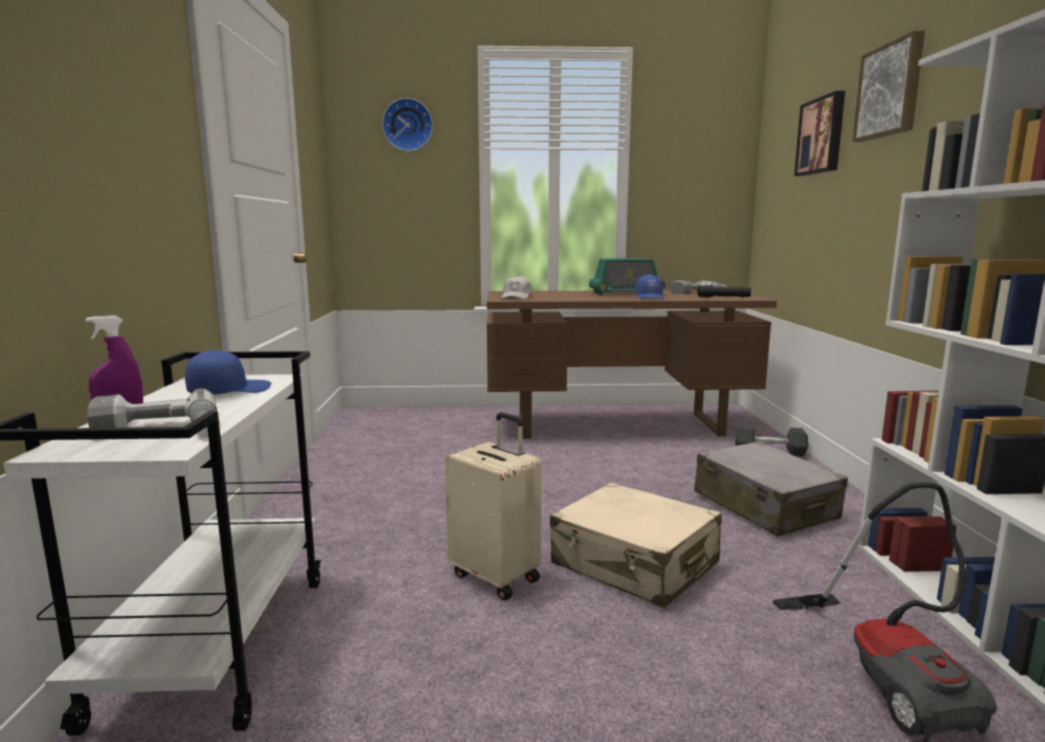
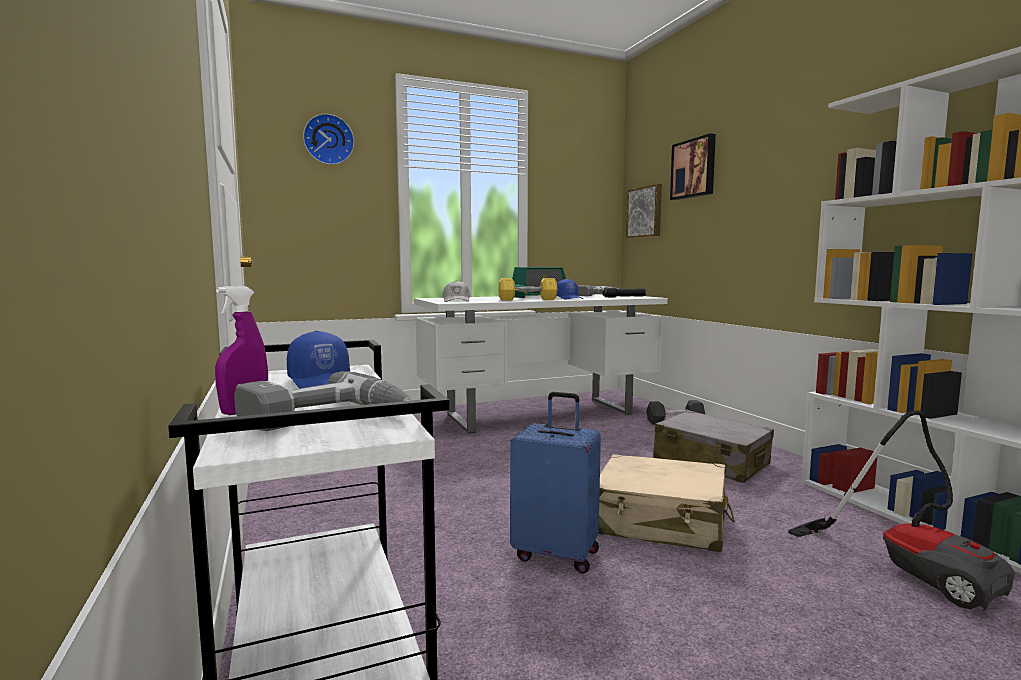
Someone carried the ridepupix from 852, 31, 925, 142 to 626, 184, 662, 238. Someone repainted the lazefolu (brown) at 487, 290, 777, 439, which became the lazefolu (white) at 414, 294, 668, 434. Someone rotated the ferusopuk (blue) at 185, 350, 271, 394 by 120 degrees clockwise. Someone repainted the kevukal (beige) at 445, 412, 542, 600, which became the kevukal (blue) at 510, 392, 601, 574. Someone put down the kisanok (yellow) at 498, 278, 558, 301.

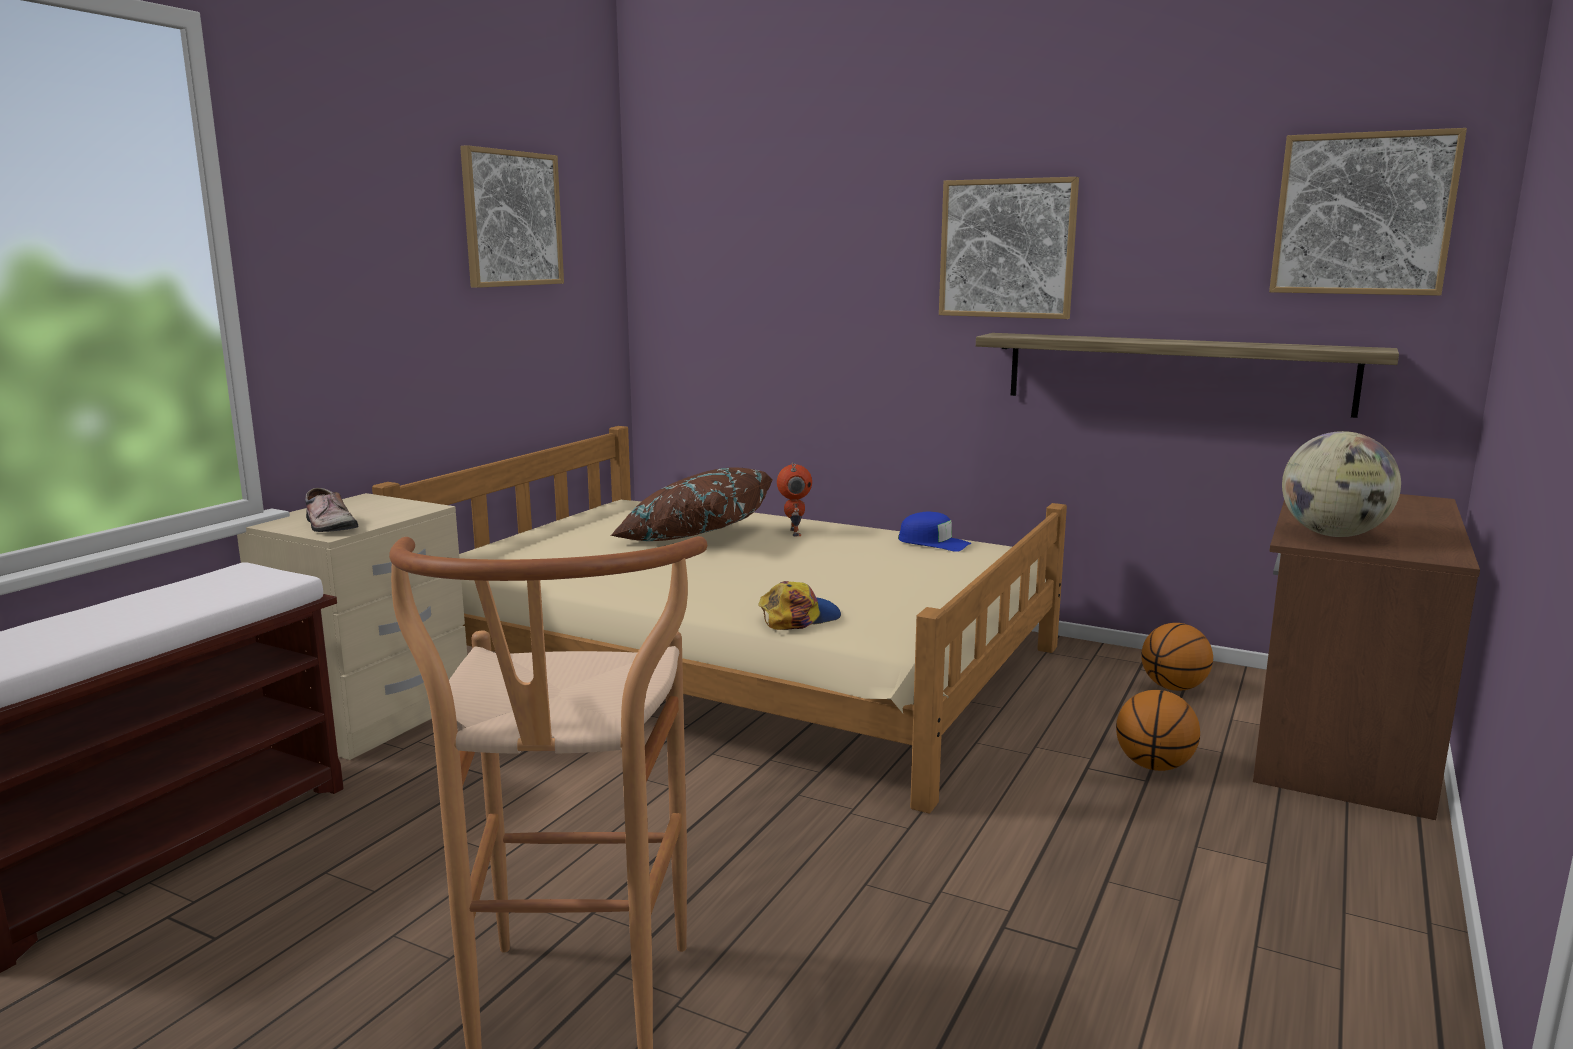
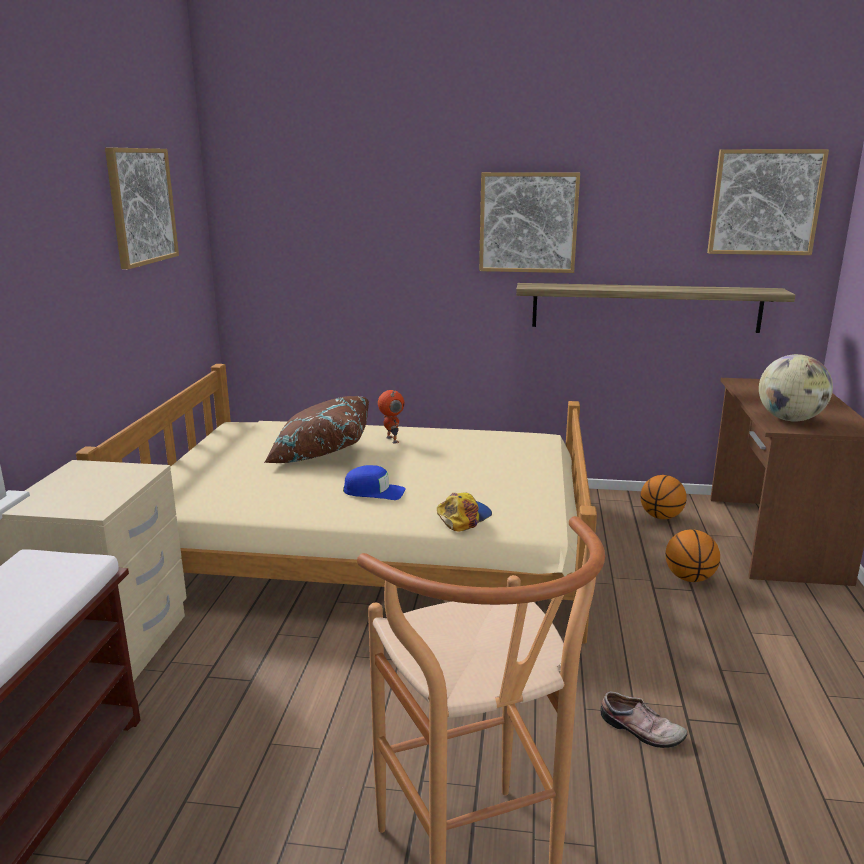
Someone carried the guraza from 305, 488, 358, 532 to 600, 692, 687, 748. Someone carried the ferusopuk (blue) from 898, 512, 972, 552 to 343, 465, 406, 500.

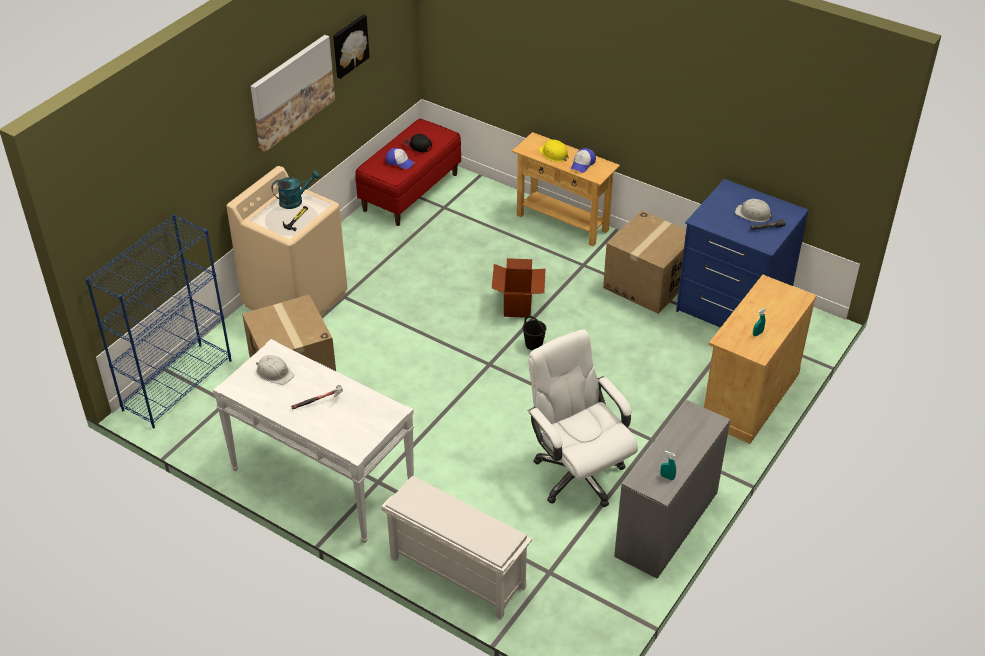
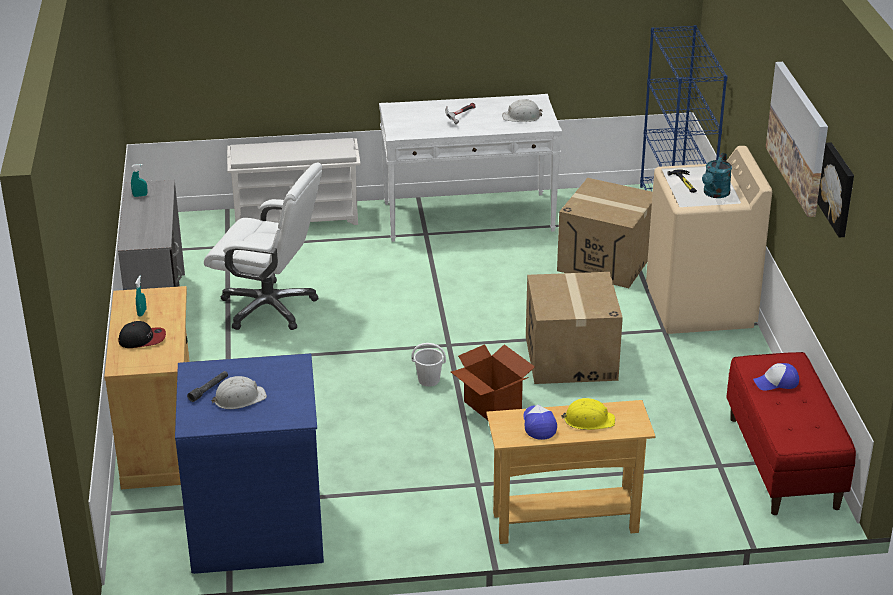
Someone carried the ferusopuk from 402, 134, 432, 153 to 118, 321, 166, 348. Someone carried the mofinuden from 603, 210, 686, 314 to 526, 272, 623, 384. Someone repainted the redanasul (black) at 523, 316, 546, 350, which became the redanasul (white) at 412, 343, 446, 387.

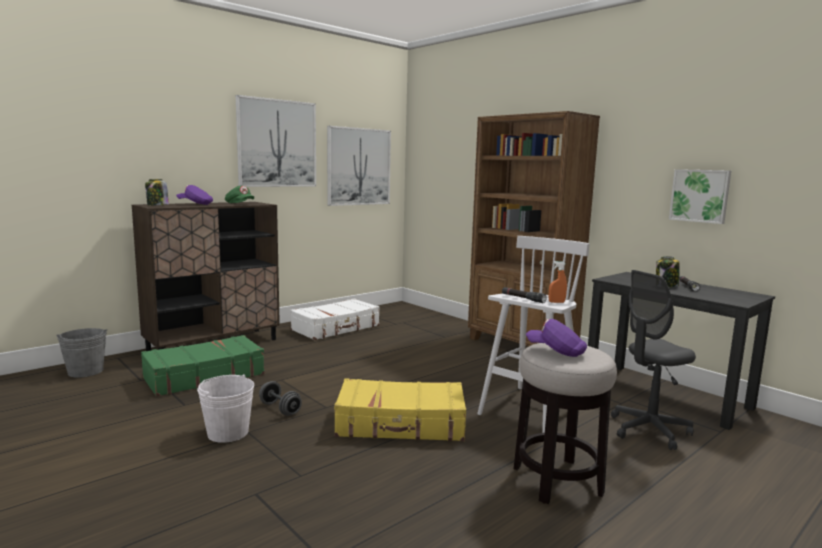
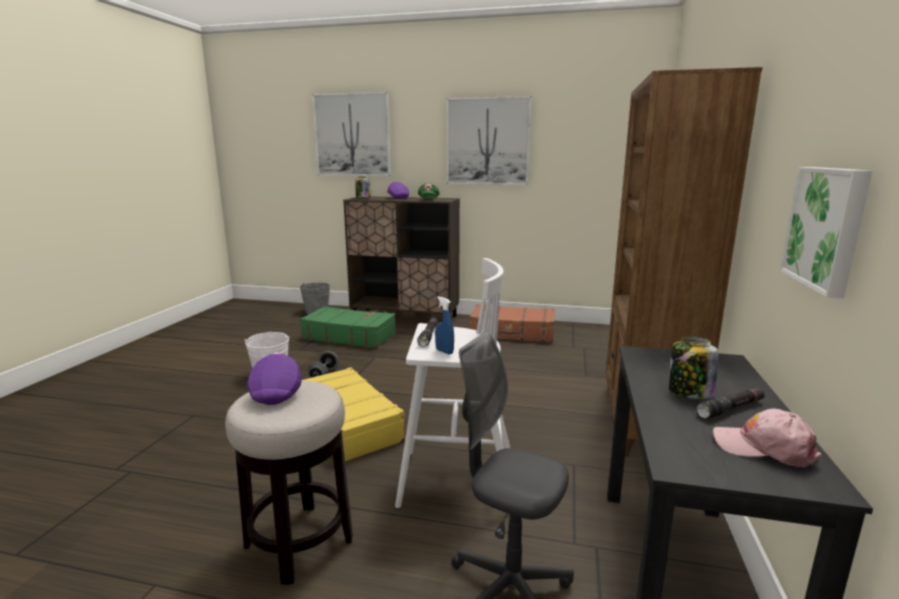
Someone carried the ridepupix from 327, 126, 391, 206 to 312, 92, 391, 176. Someone repainted the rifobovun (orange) at 549, 261, 567, 303, which became the rifobovun (blue) at 435, 296, 454, 355. Someone repainted the kevukal (white) at 290, 299, 380, 340, which became the kevukal (brown) at 469, 304, 555, 343. Someone put down the ferusopuk (pink) at 713, 409, 821, 467.

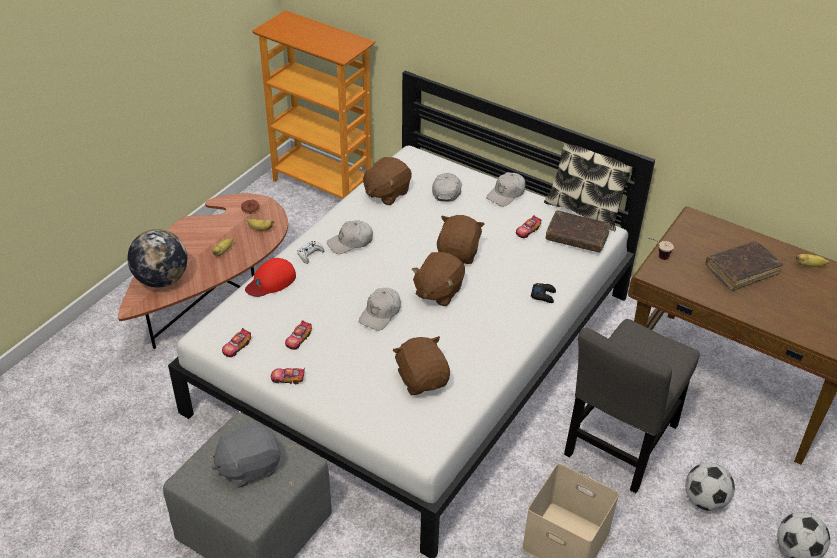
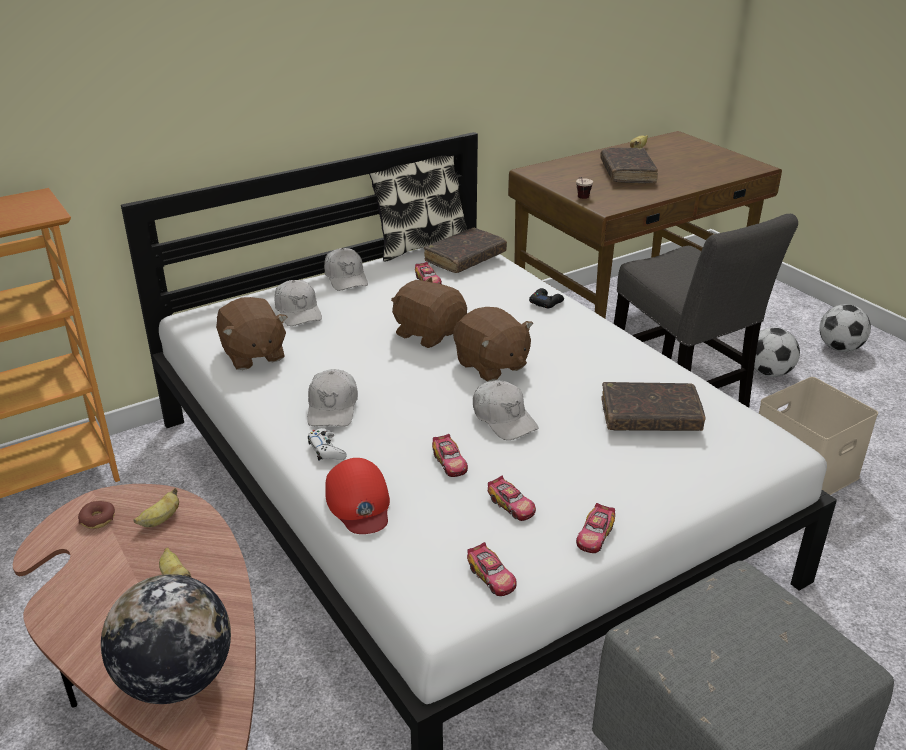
Someone rotated the ferusopuk (white) at 432, 173, 462, 202 by 150 degrees counterclockwise. Someone swapped the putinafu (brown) at 393, 336, 450, 395 for the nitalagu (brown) at 601, 382, 706, 431. Someone took away the putinafu (grey) at 212, 422, 281, 488. Someone put down the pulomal at 432, 434, 468, 477.

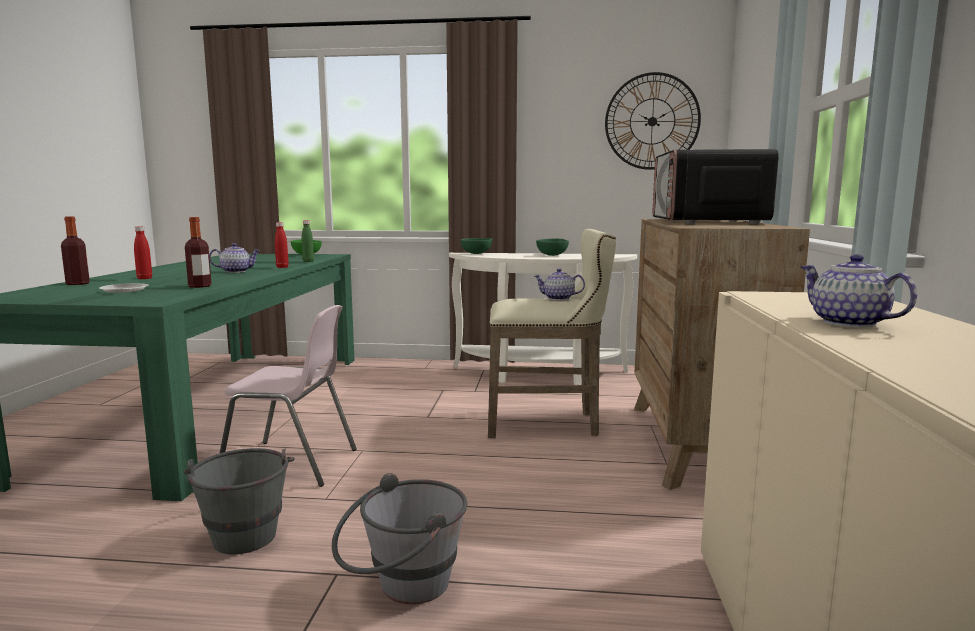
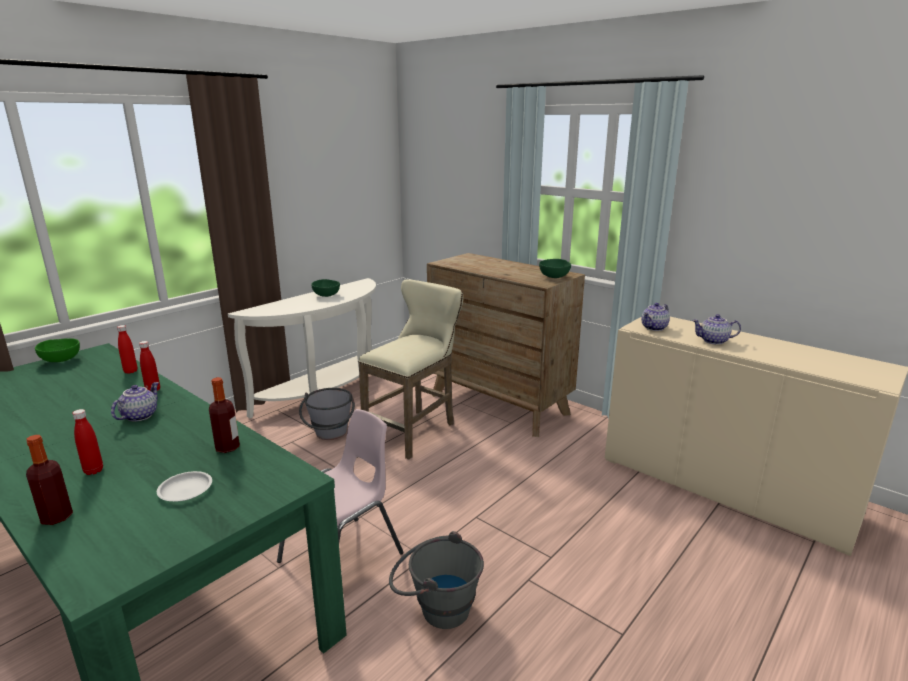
Someone took away the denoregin at 605, 72, 701, 170. Someone took away the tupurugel at 653, 149, 779, 224. Someone repainted the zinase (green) at 301, 220, 314, 262, which became the zinase (red) at 117, 325, 137, 374. Someone carried the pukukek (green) from 461, 238, 492, 254 to 539, 259, 571, 278. Someone carried the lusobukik from 535, 268, 585, 300 to 641, 303, 670, 331. Someone carried the redanasul (grey) from 332, 473, 468, 604 to 299, 388, 355, 440.

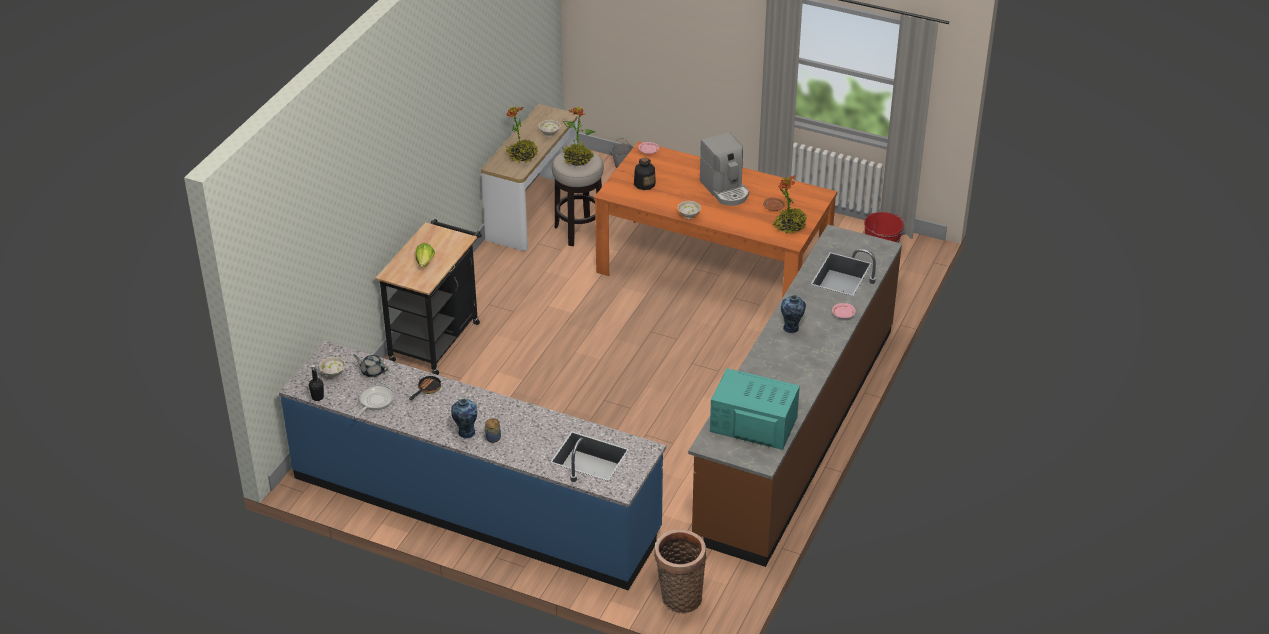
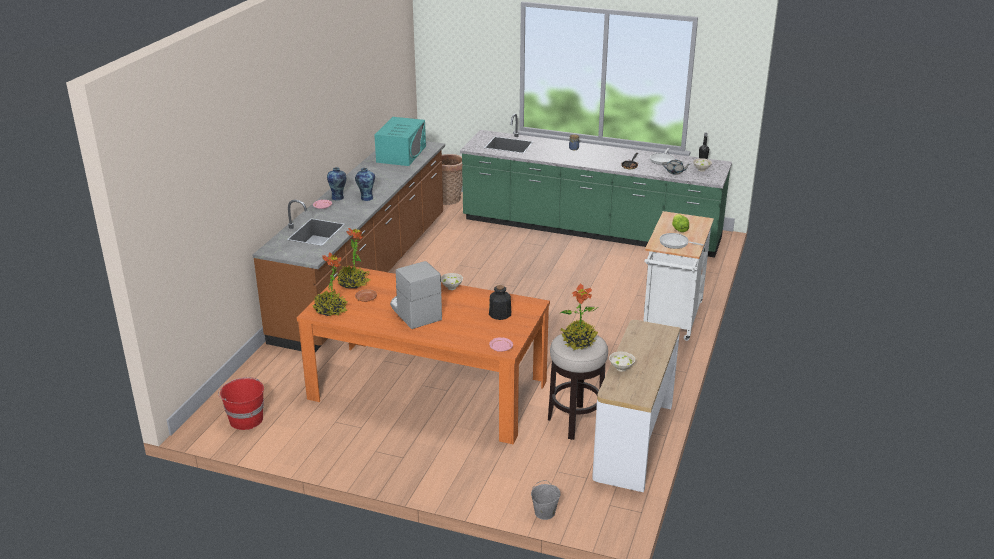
Someone carried the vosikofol from 506, 107, 538, 163 to 313, 253, 348, 316. Someone repainted the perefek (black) at 376, 219, 482, 375, which became the perefek (white) at 643, 211, 714, 341. Someone repainted the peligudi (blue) at 279, 340, 666, 590, which became the peligudi (green) at 460, 113, 732, 258. Someone rotated the tupurugel (turquoise) at 710, 368, 800, 450 by 90 degrees counterclockwise. Someone carried the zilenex from 451, 399, 477, 438 to 327, 167, 346, 201. Someone put down the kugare at 660, 233, 704, 249.

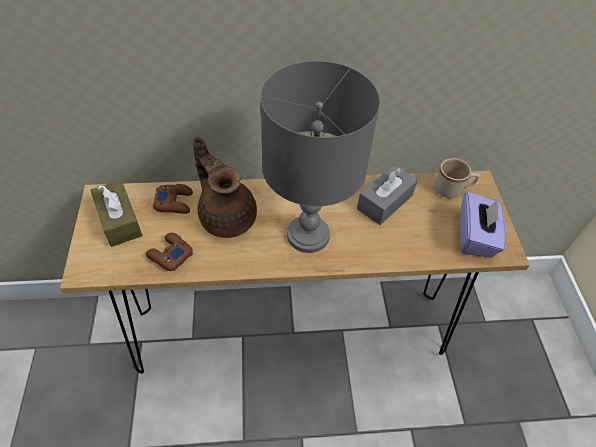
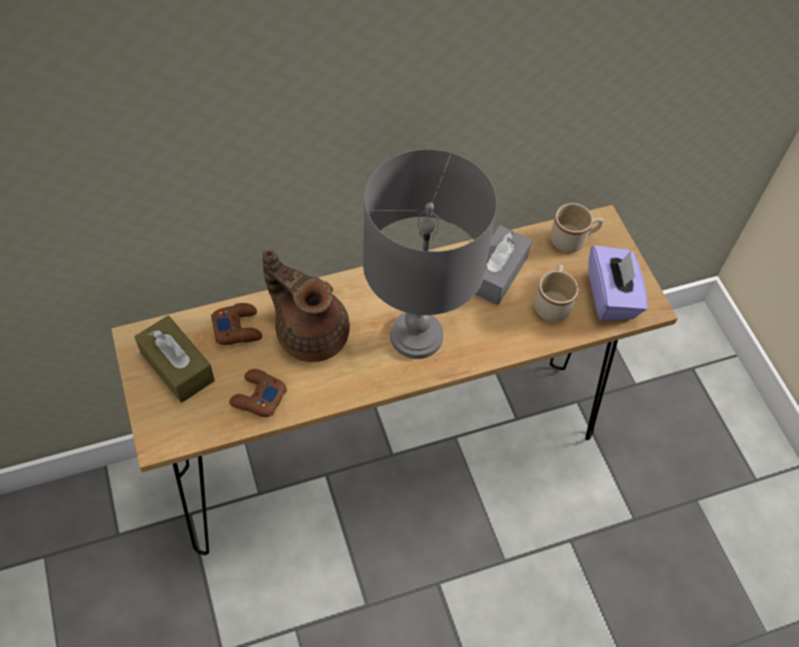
Someone put down the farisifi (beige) at 535, 265, 579, 322.

